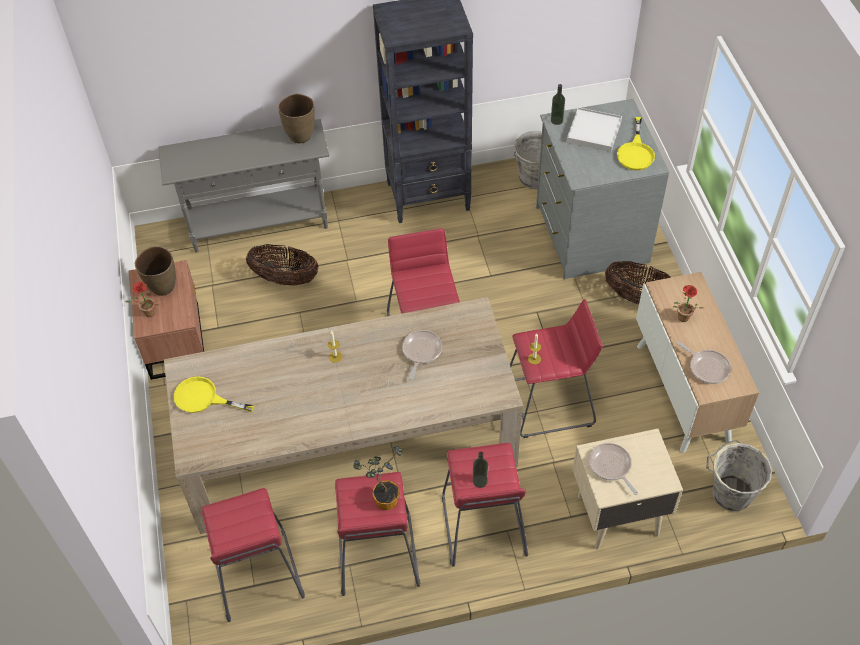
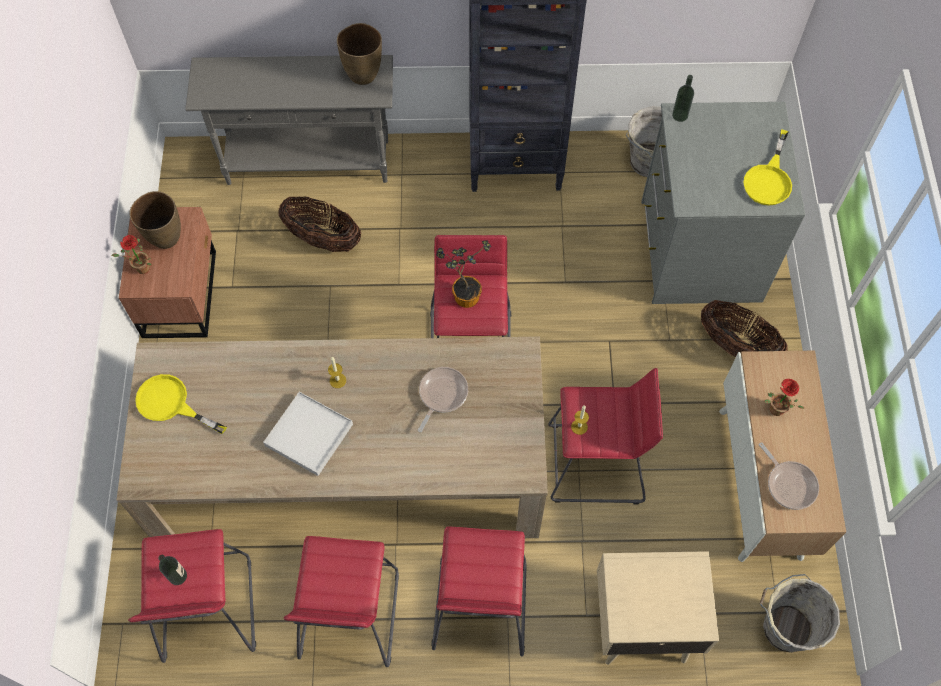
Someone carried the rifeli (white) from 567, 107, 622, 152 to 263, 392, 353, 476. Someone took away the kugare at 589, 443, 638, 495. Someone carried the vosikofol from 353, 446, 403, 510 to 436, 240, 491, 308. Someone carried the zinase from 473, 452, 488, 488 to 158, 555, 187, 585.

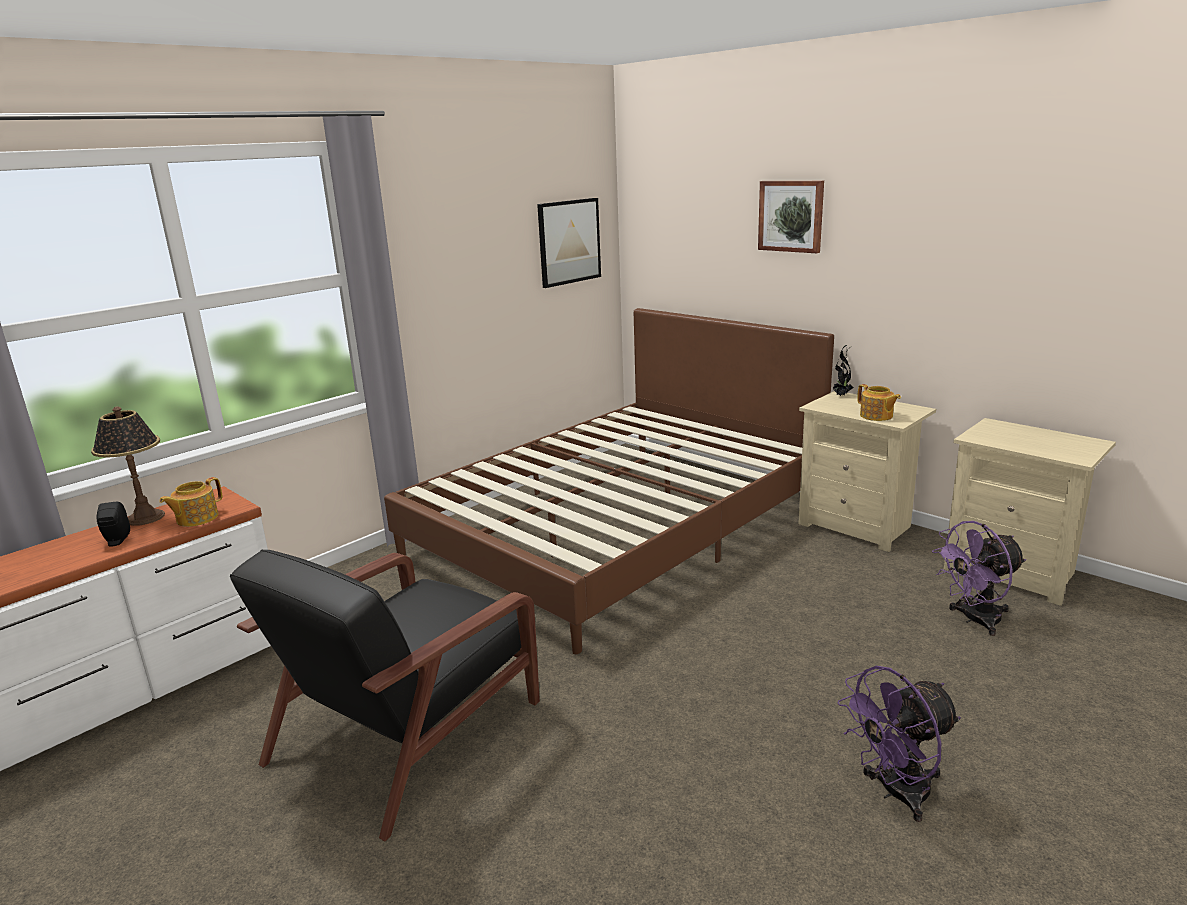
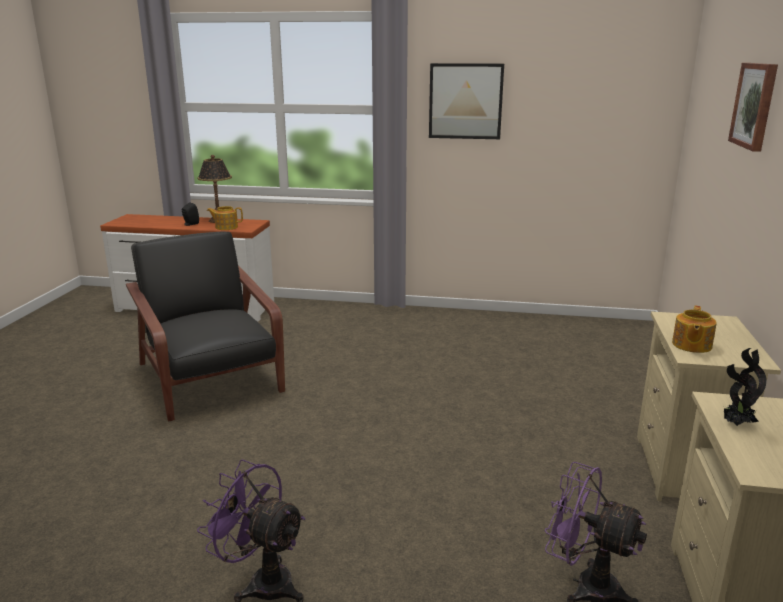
Someone carried the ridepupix from 537, 198, 601, 288 to 429, 63, 504, 139. Someone took away the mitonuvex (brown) at 384, 308, 834, 654. Someone carried the vosikofol from 833, 345, 854, 396 to 724, 348, 767, 426. Someone rotated the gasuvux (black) at 230, 550, 540, 842 by 60 degrees clockwise.

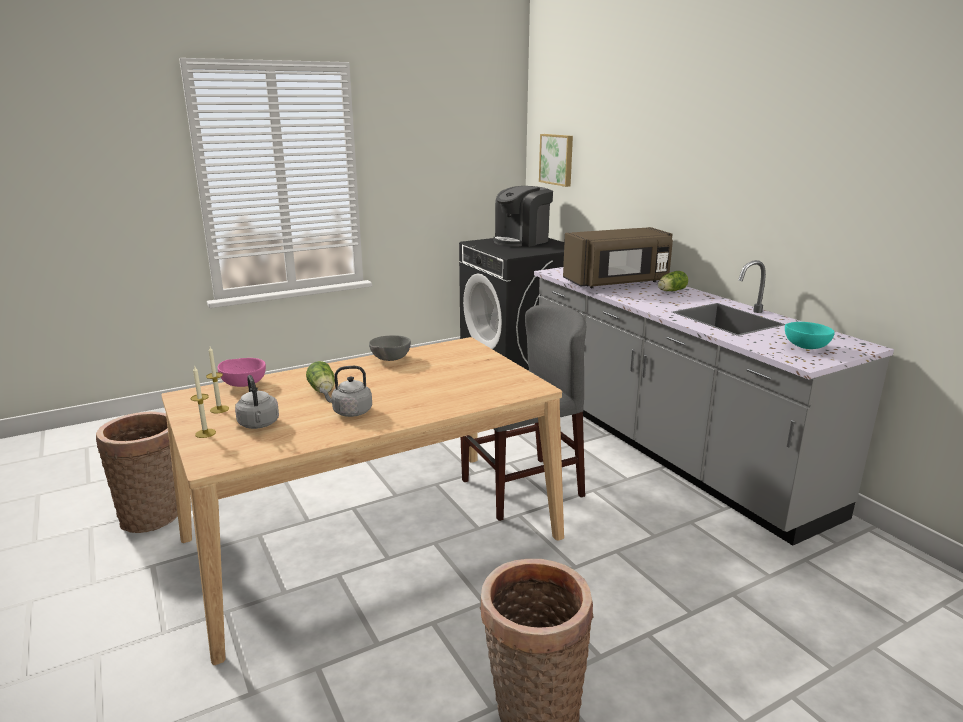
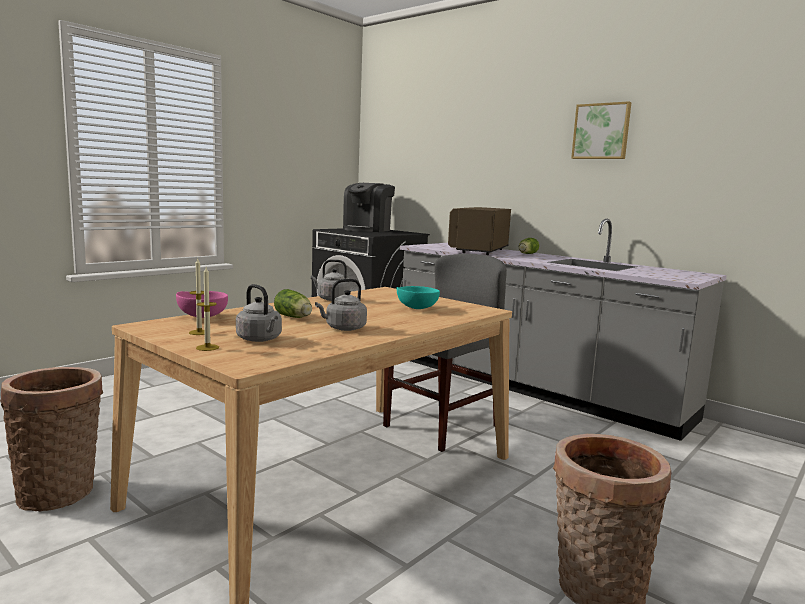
Someone carried the ridepupix from 539, 134, 573, 187 to 571, 101, 631, 159. Someone rotated the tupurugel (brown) at 563, 227, 673, 288 by 150 degrees clockwise. Someone carried the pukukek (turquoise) from 785, 322, 835, 349 to 397, 286, 440, 309. Someone swapped the pukukek (grey) at 369, 335, 411, 361 for the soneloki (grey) at 311, 259, 350, 301.

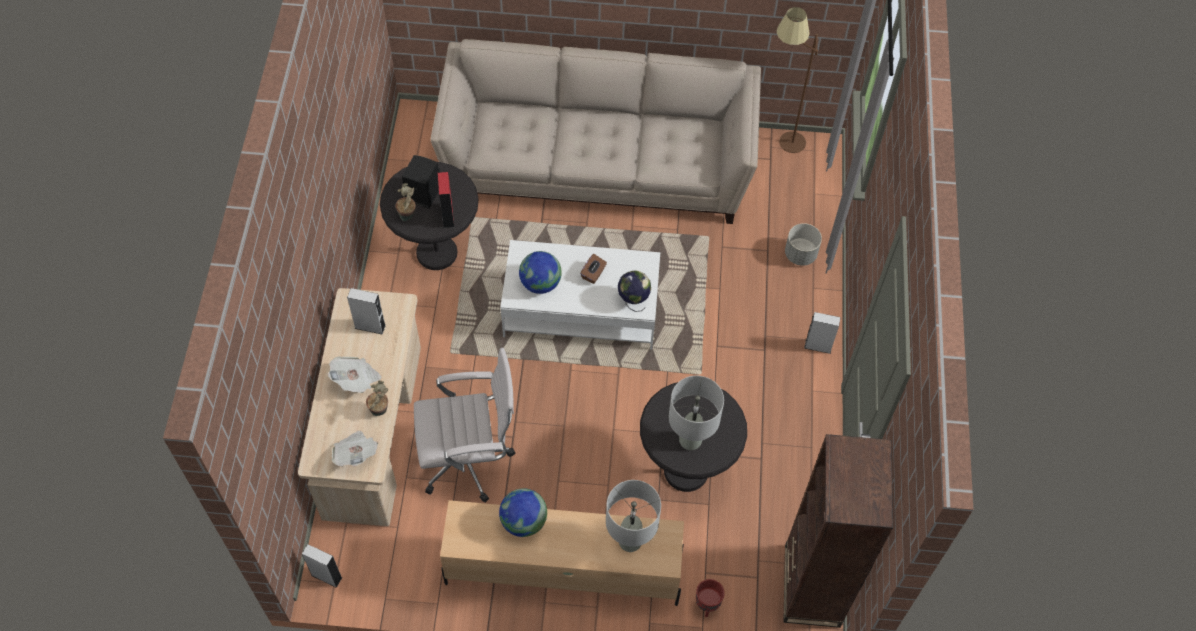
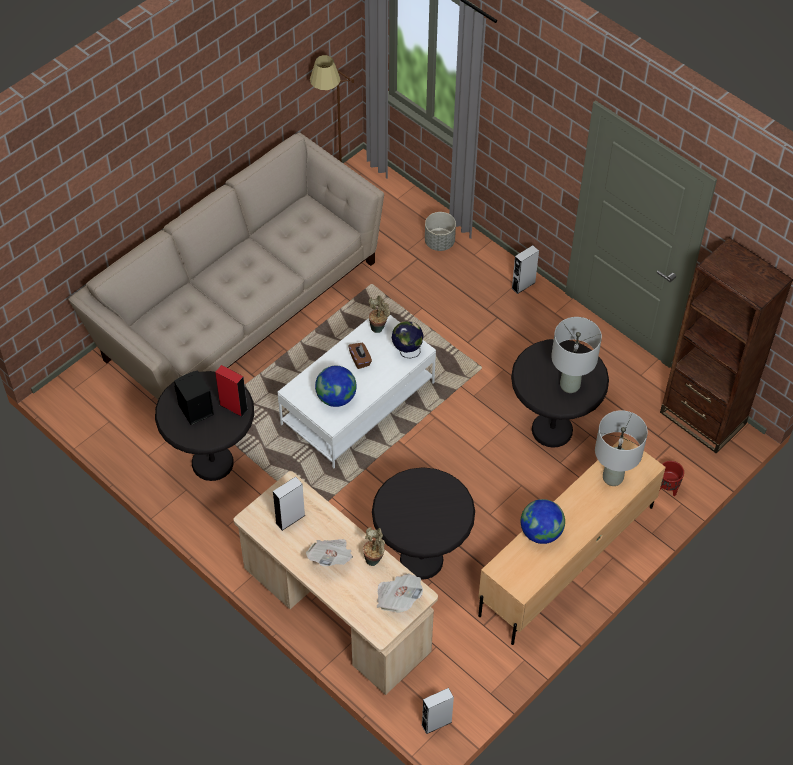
Someone carried the vosikofol from 396, 183, 416, 221 to 369, 295, 390, 333. Someone swapped the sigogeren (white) at 414, 348, 515, 502 for the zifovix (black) at 372, 467, 475, 580.

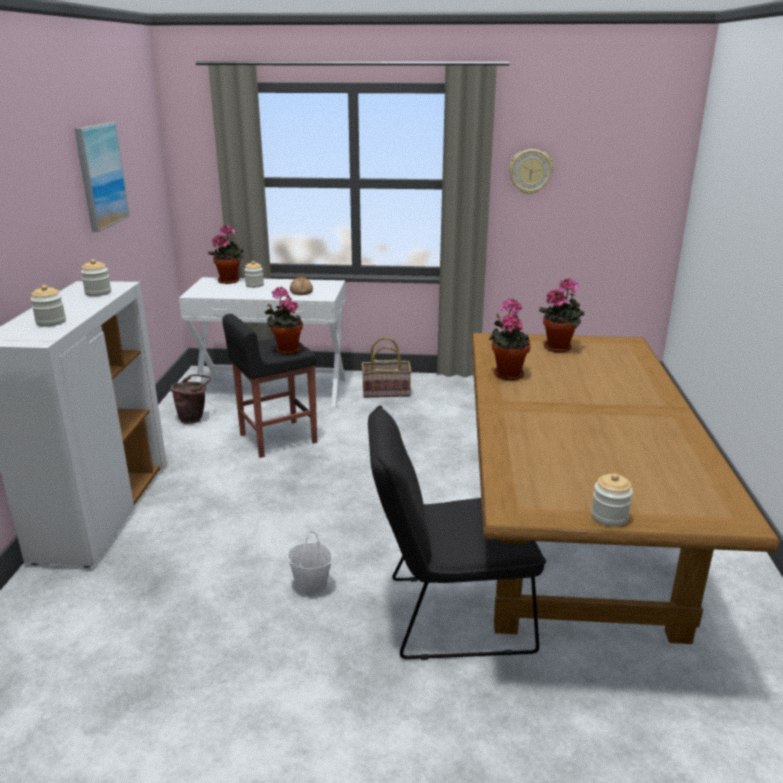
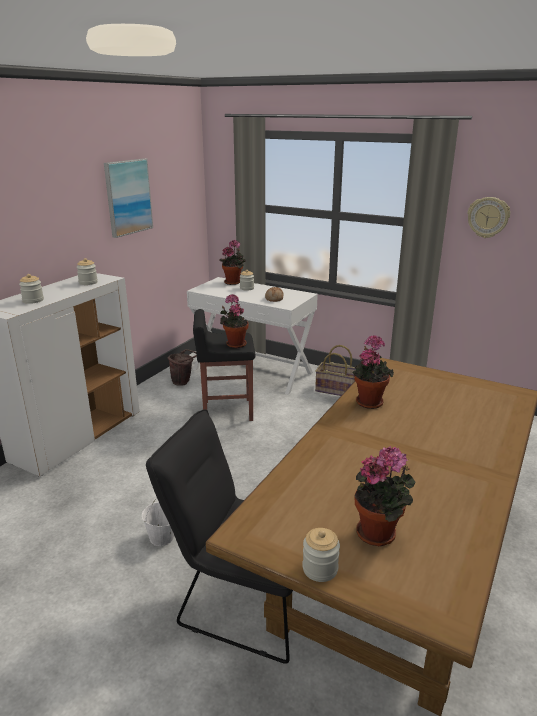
Someone carried the vosikofol from 539, 278, 584, 352 to 355, 446, 416, 546.

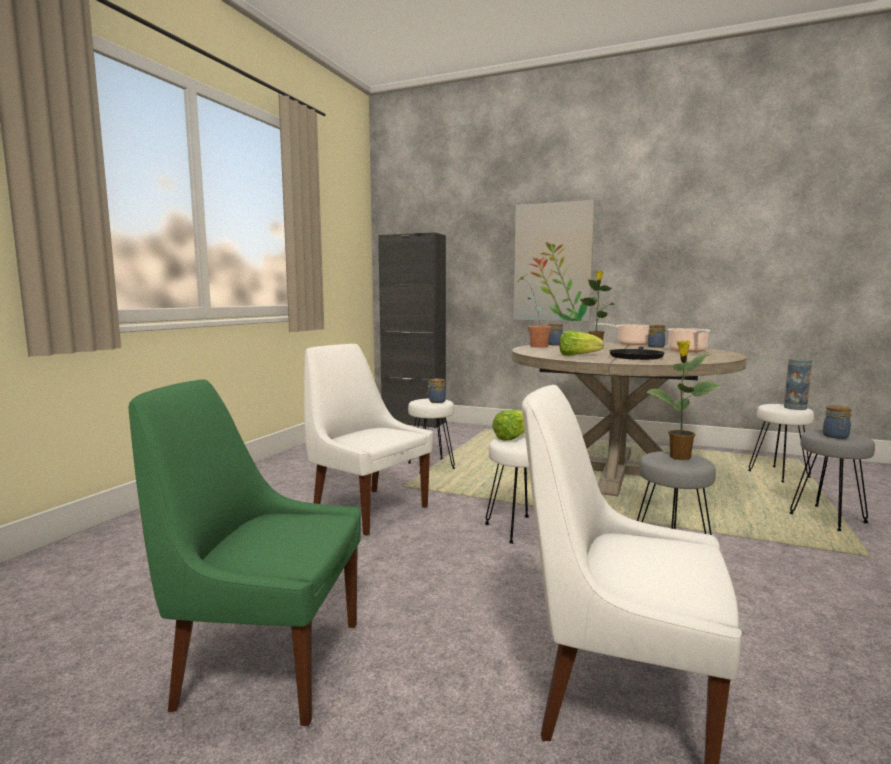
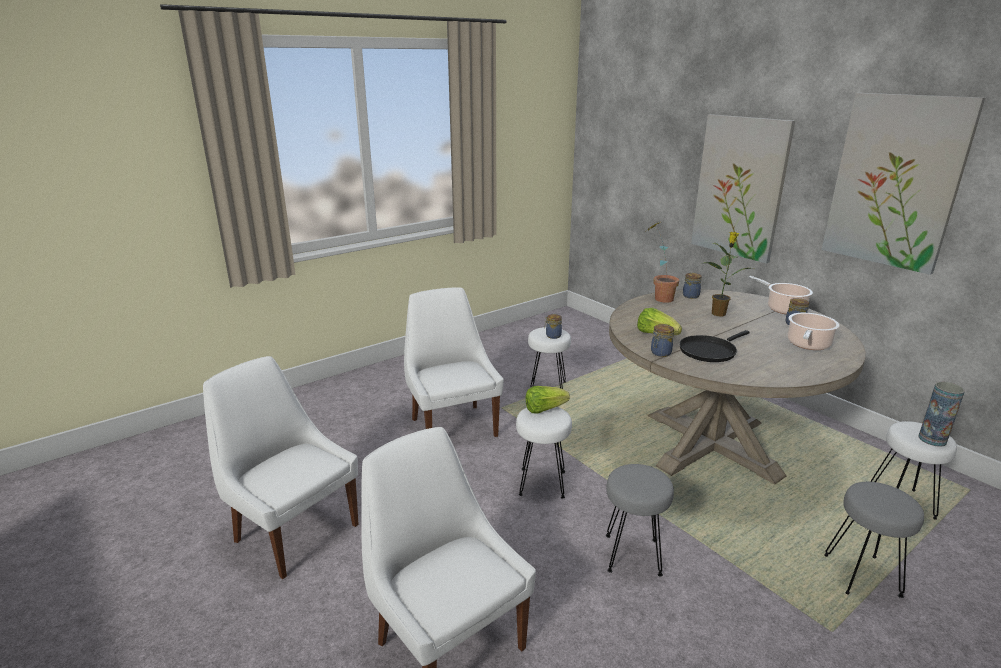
Someone took away the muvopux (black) at 378, 232, 446, 428. Someone took away the vosikofol at 645, 340, 722, 460. Someone repainted the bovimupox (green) at 129, 379, 361, 726, which became the bovimupox (white) at 203, 356, 359, 579. Someone carried the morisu from 823, 405, 852, 439 to 651, 324, 674, 357. Someone put up the ridepupix at 822, 93, 985, 275.

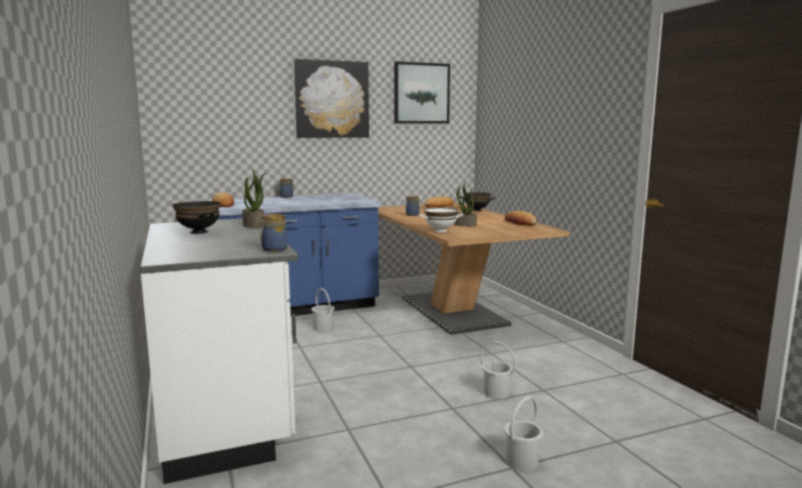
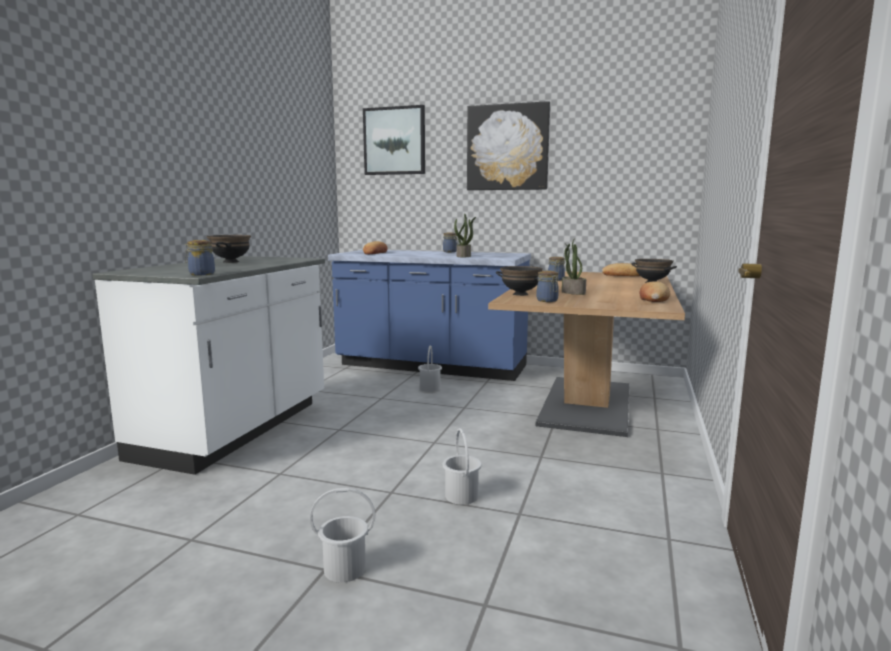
Someone carried the ridepupix from 394, 61, 450, 124 to 363, 105, 425, 175. Someone carried the vosikofol from 242, 169, 265, 228 to 454, 213, 476, 257. Someone repainted the pukukek (white) at 419, 208, 463, 232, which became the pukukek (black) at 496, 266, 543, 296. Someone put down the morisu at 537, 271, 559, 302.

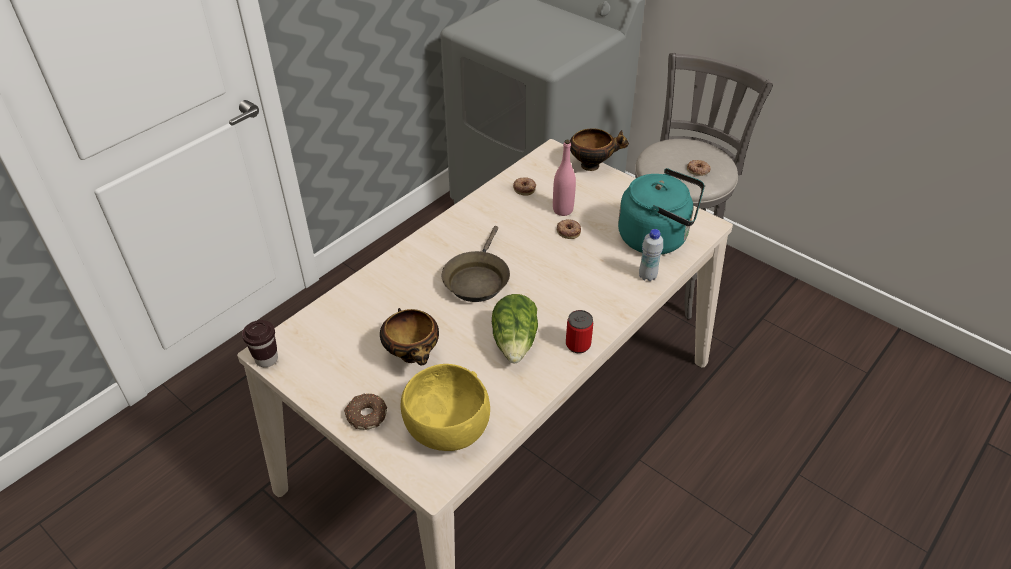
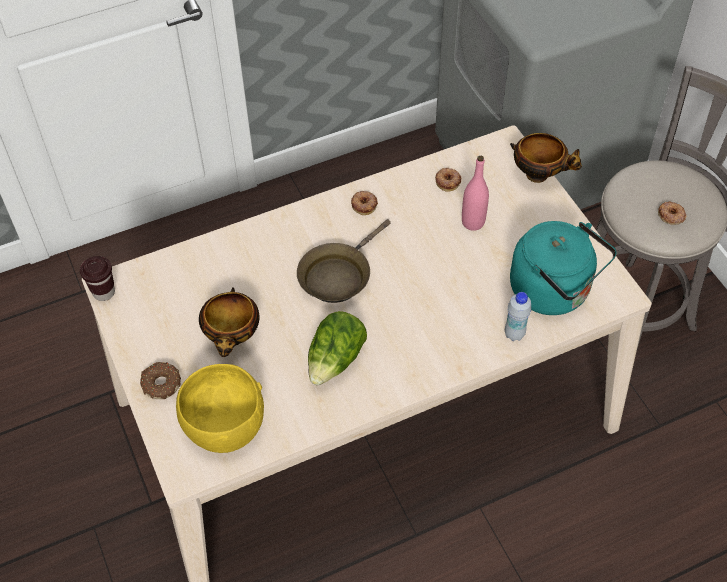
Someone carried the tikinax from 557, 219, 581, 239 to 351, 191, 378, 215. Someone took away the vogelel at 566, 310, 593, 353.

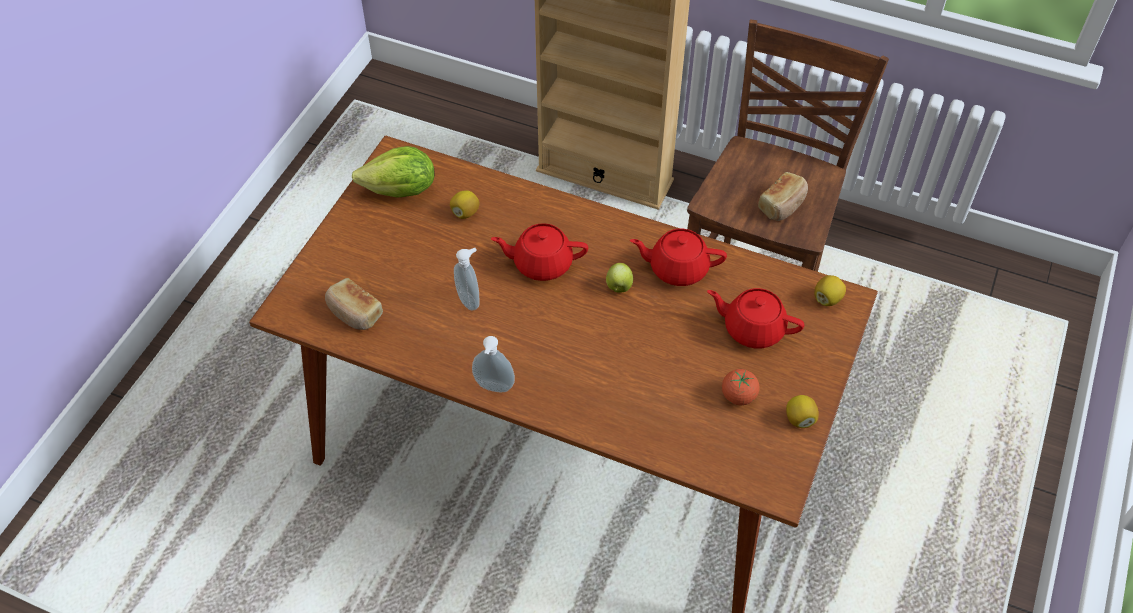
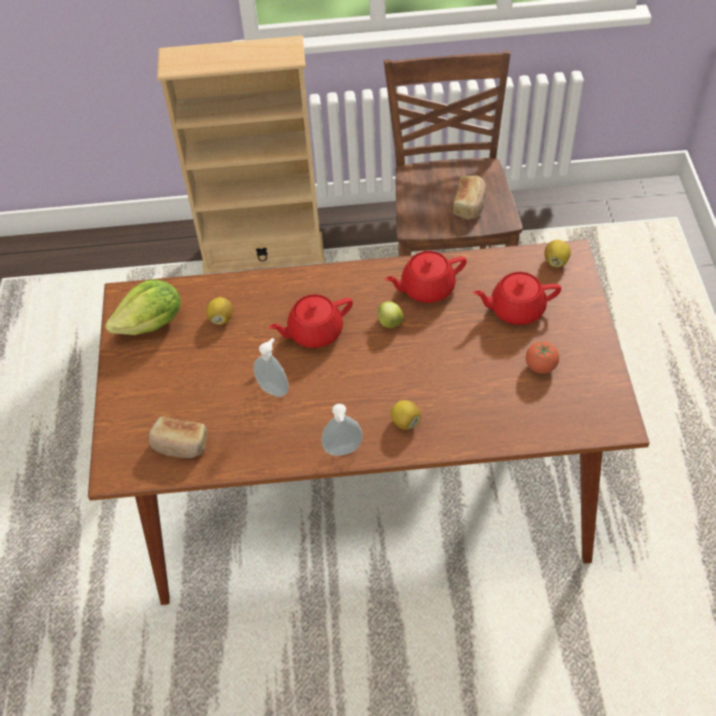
Someone carried the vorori from 786, 395, 819, 428 to 390, 400, 421, 430.

